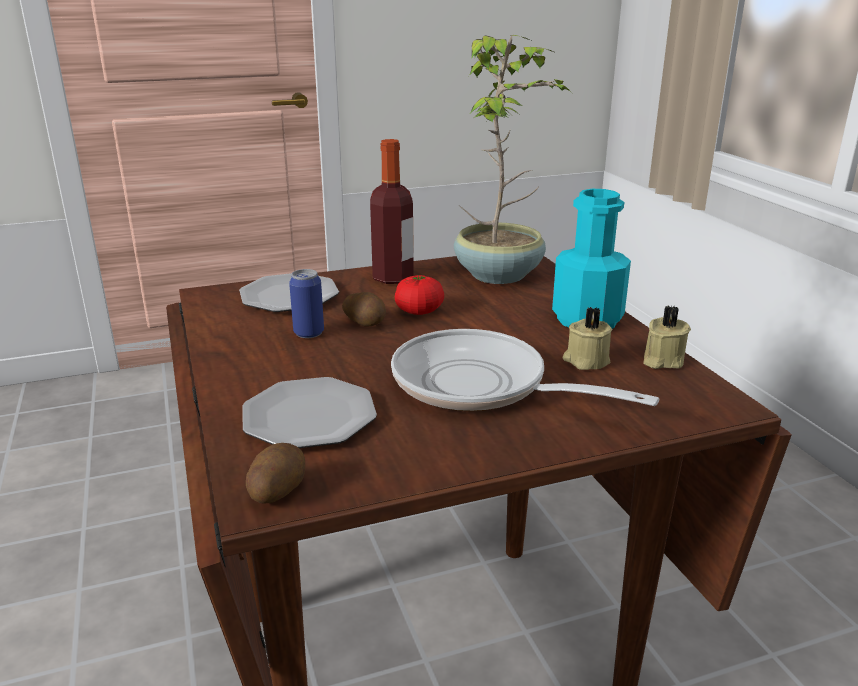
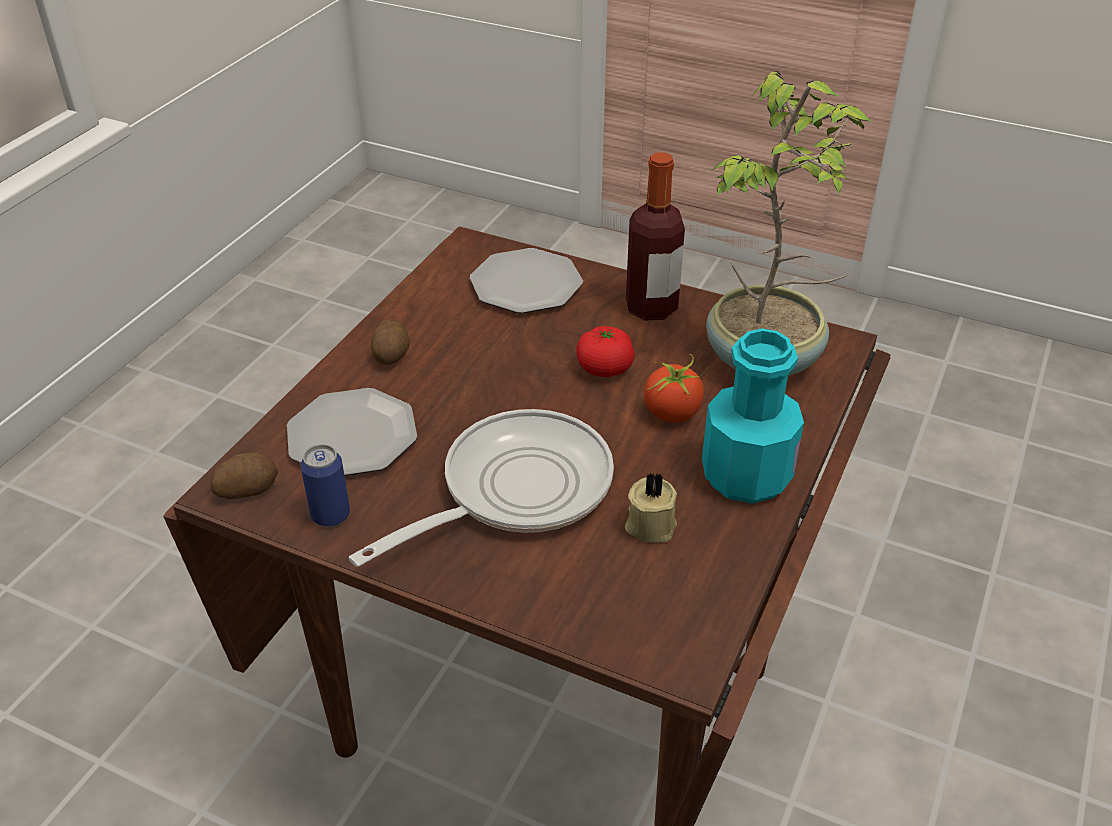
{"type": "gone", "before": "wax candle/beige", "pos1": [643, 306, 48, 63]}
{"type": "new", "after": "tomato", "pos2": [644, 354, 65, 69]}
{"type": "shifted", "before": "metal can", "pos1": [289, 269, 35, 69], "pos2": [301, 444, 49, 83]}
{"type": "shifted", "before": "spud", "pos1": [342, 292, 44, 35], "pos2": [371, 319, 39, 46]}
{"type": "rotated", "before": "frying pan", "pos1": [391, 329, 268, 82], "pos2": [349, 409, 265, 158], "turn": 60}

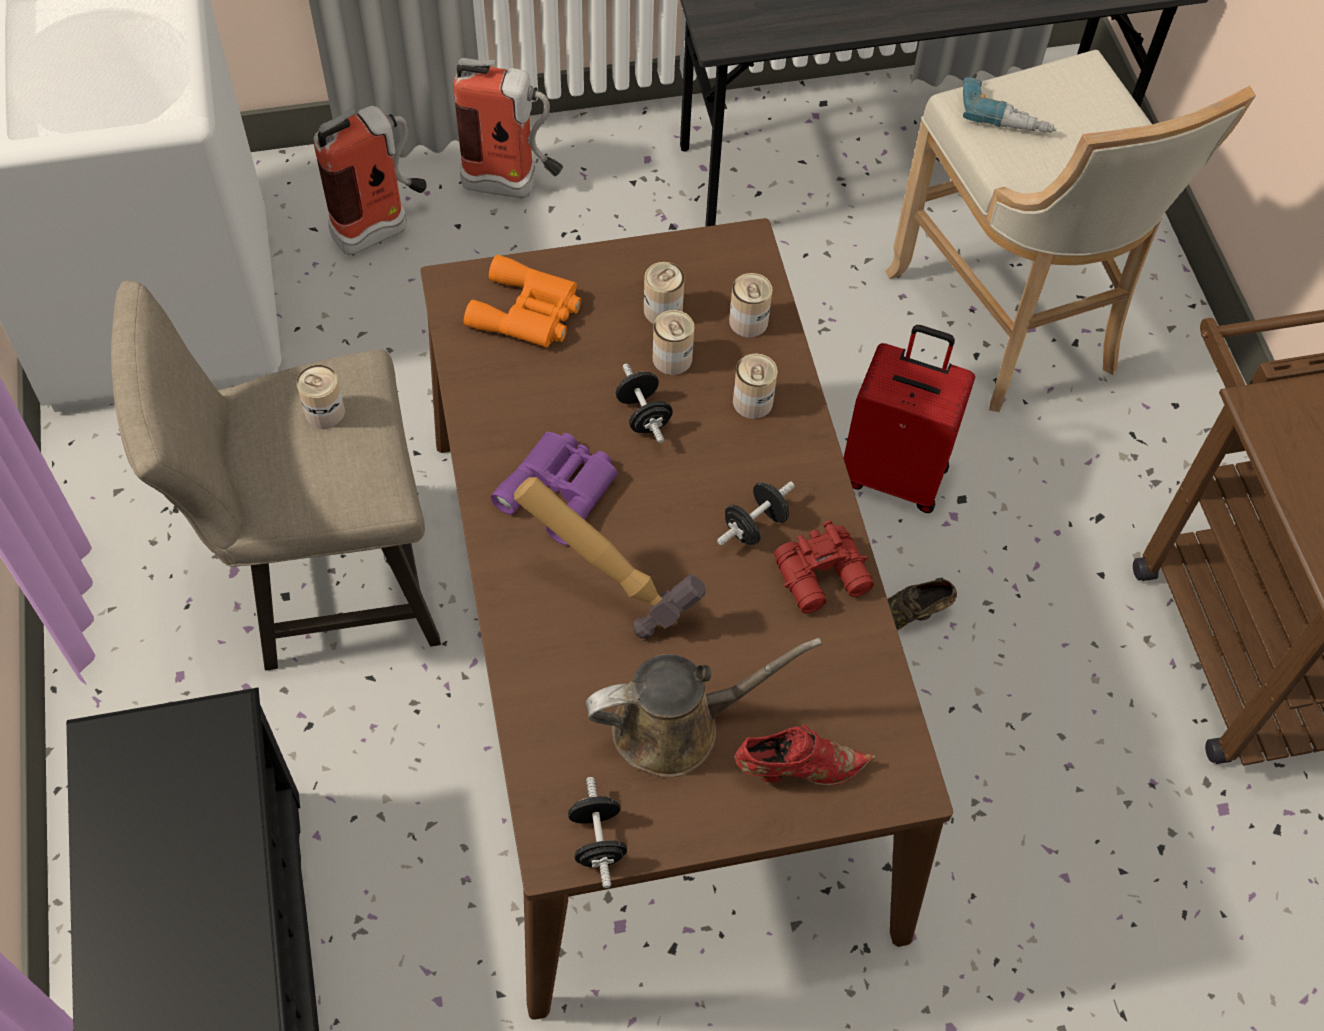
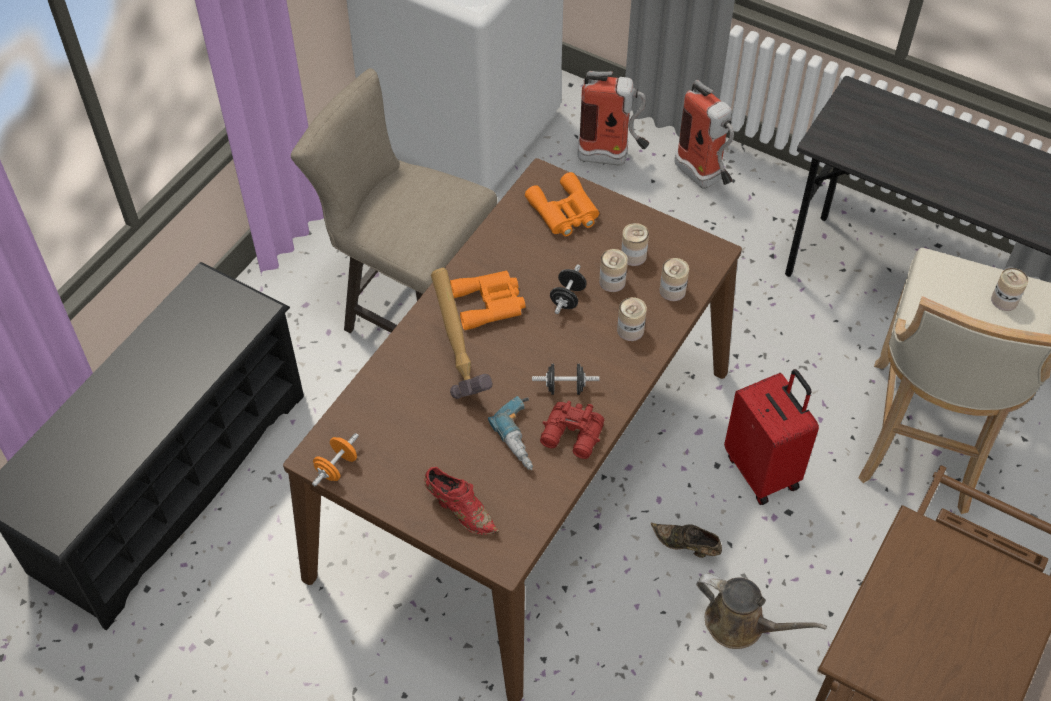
{"type": "shifted", "before": "metal can", "pos1": [297, 365, 48, 64], "pos2": [991, 268, 37, 43]}
{"type": "shifted", "before": "watering can/brown", "pos1": [586, 638, 236, 139], "pos2": [696, 574, 131, 75]}
{"type": "shifted", "before": "drill", "pos1": [963, 73, 93, 60], "pos2": [488, 396, 45, 74]}
{"type": "repainted", "before": "field glasses/purplish", "after": "field glasses/orange-coloured", "pos1": [490, 432, 128, 113], "pos2": [450, 270, 76, 60]}
{"type": "repainted", "before": "free weight/black-coloured", "after": "free weight/orange-coloured", "pos1": [568, 777, 59, 111], "pos2": [312, 433, 47, 53]}

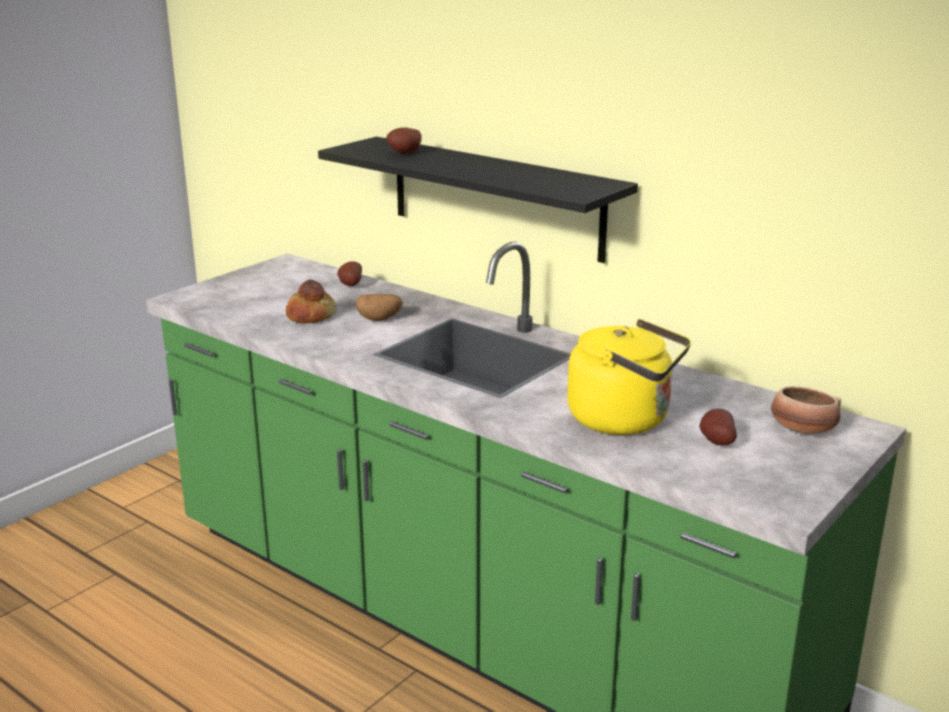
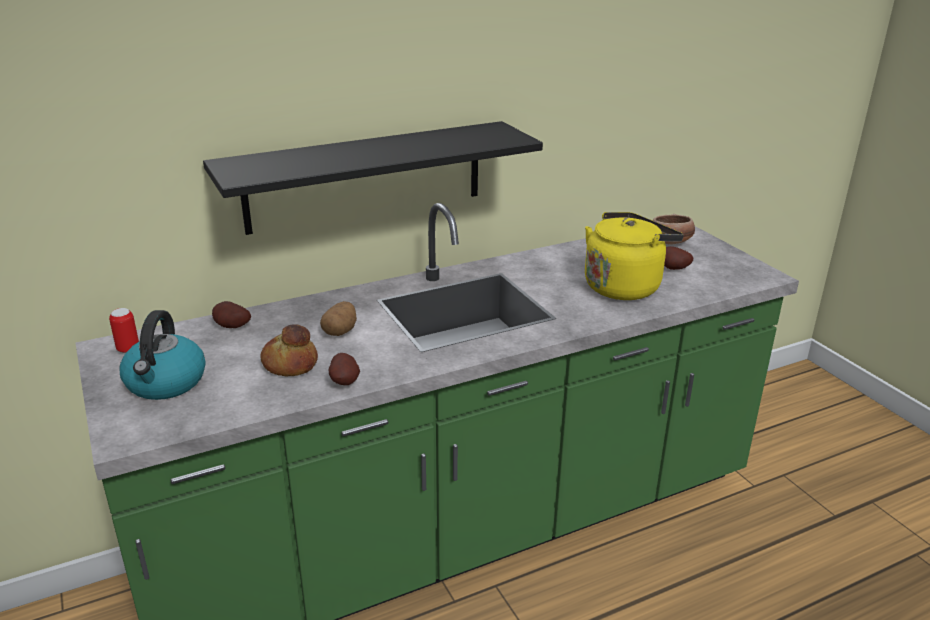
{"type": "new", "after": "metal can", "pos2": [109, 308, 30, 45]}
{"type": "new", "after": "water kettle", "pos2": [119, 310, 86, 90]}
{"type": "shifted", "before": "spud", "pos1": [386, 128, 36, 26], "pos2": [329, 353, 31, 32]}

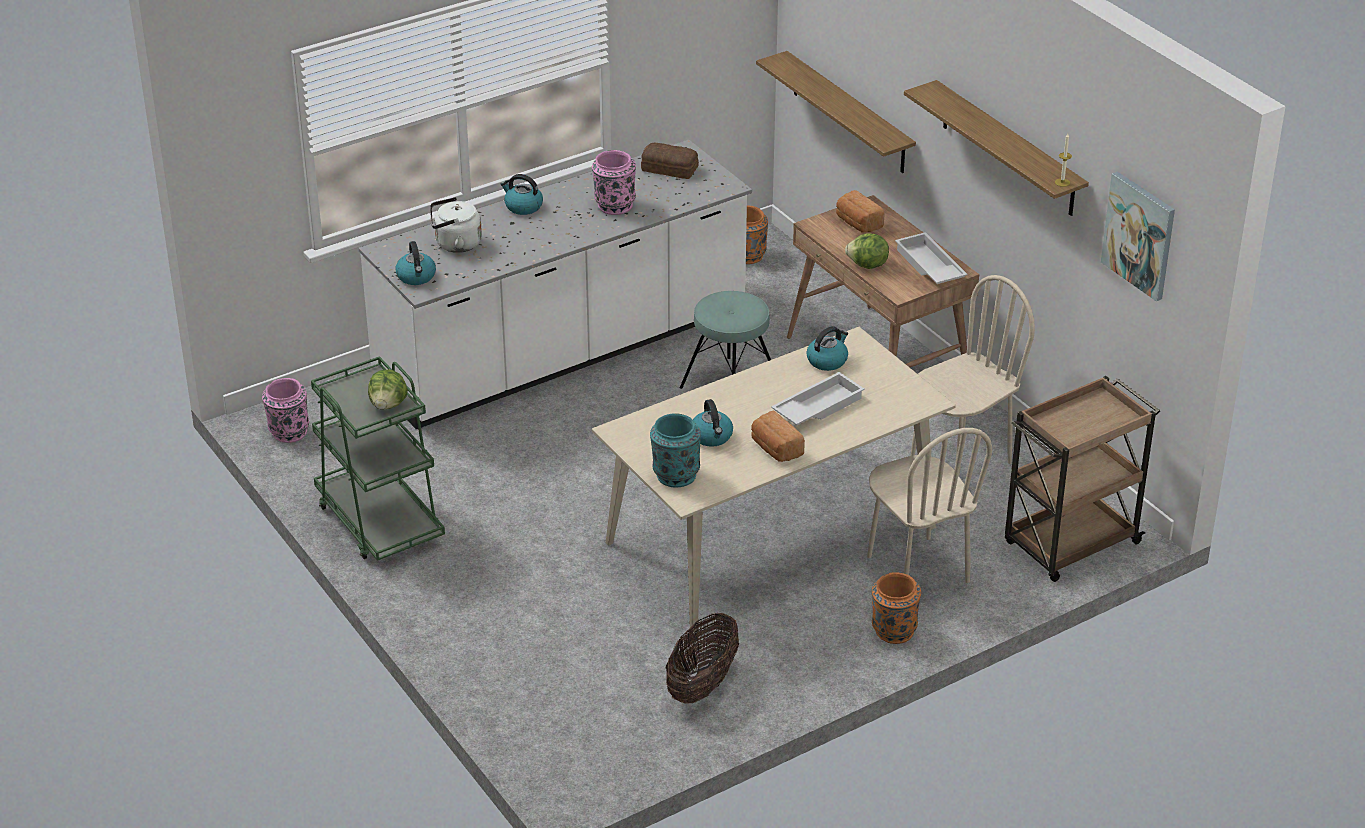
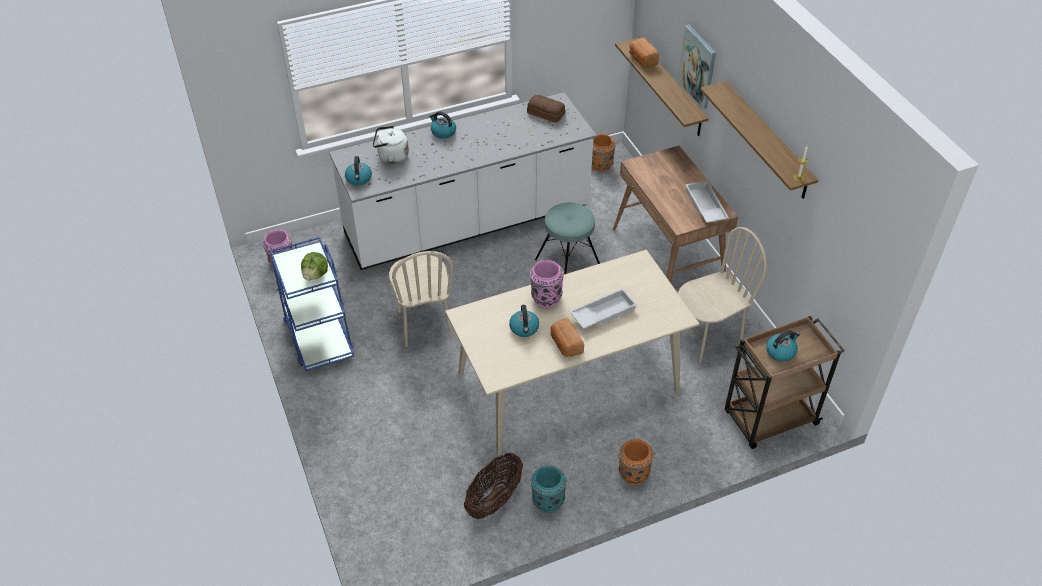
{"type": "gone", "before": "head of lettuce", "pos1": [845, 233, 44, 36]}
{"type": "shifted", "before": "flower vase/pink-coloured", "pos1": [592, 150, 44, 65], "pos2": [530, 260, 34, 48]}
{"type": "shifted", "before": "flower vase/turquoise", "pos1": [650, 413, 51, 74], "pos2": [531, 466, 35, 47]}
{"type": "shifted", "before": "water kettle", "pos1": [806, 326, 42, 45], "pos2": [766, 330, 34, 32]}
{"type": "shifted", "before": "bakery bread", "pos1": [836, 190, 49, 43], "pos2": [629, 38, 30, 29]}
{"type": "shifted", "before": "chair/beige", "pos1": [867, 428, 125, 155], "pos2": [389, 251, 65, 96]}
{"type": "shifted", "before": "wall art", "pos1": [1101, 172, 74, 129], "pos2": [678, 25, 38, 84]}
{"type": "repainted", "before": "trolley/greenish", "after": "trolley/bluish", "pos1": [311, 356, 134, 205], "pos2": [270, 237, 84, 134]}

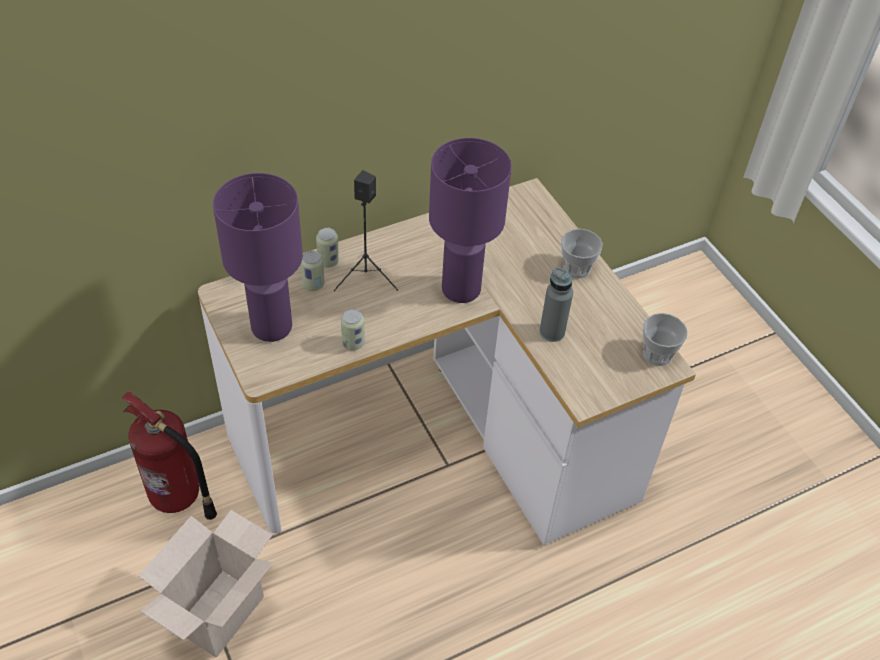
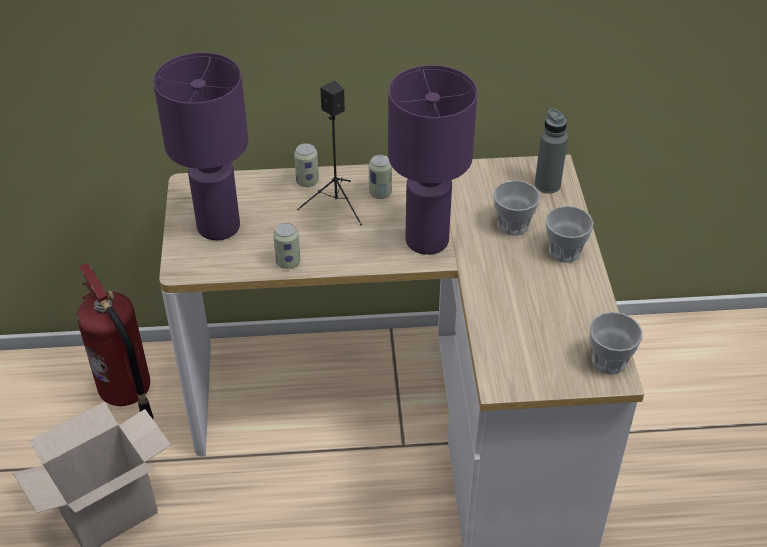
{"type": "new", "after": "cup", "pos2": [493, 180, 47, 56]}
{"type": "shifted", "before": "metal can", "pos1": [301, 251, 24, 40], "pos2": [369, 155, 23, 44]}
{"type": "shifted", "before": "bottle/grey", "pos1": [540, 267, 33, 75], "pos2": [535, 108, 33, 86]}

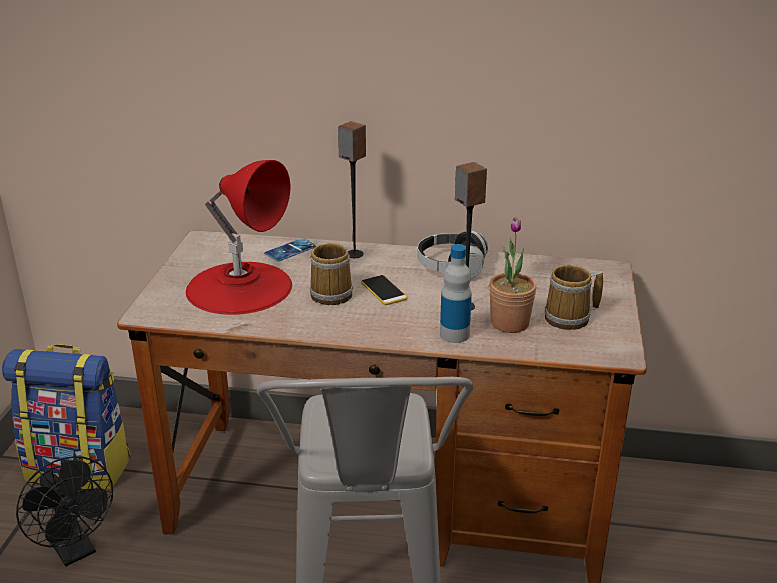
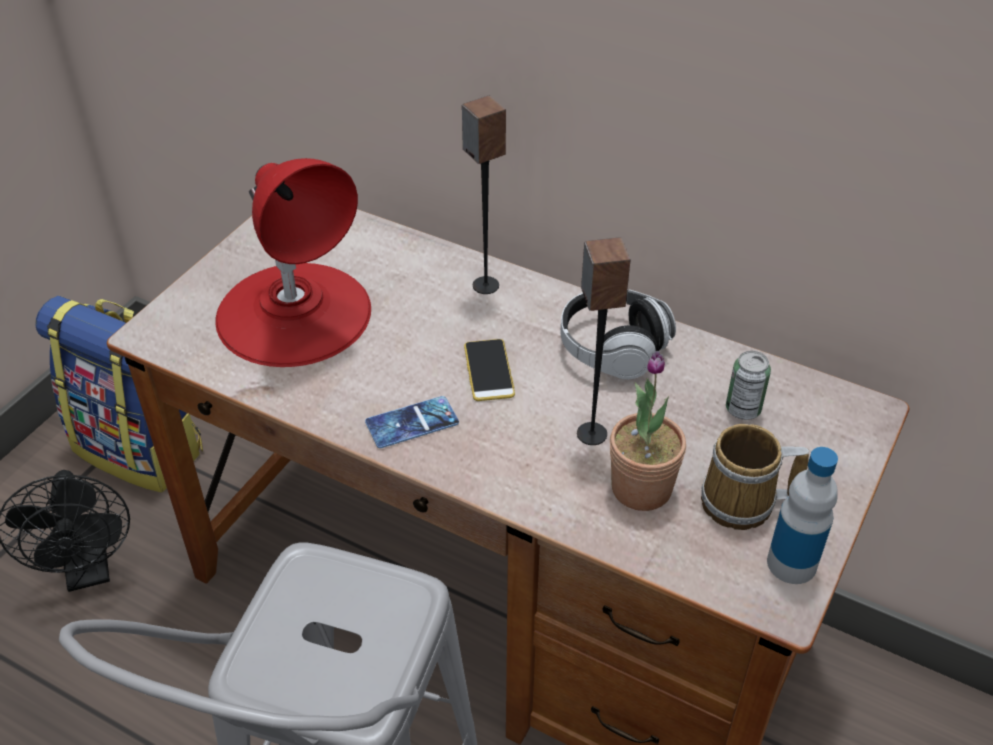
{"type": "gone", "before": "coffee mug", "pos1": [310, 242, 43, 63]}
{"type": "new", "after": "metal can", "pos2": [726, 351, 45, 69]}
{"type": "shifted", "before": "phone", "pos1": [264, 238, 50, 23], "pos2": [365, 396, 94, 52]}
{"type": "shifted", "before": "bottle", "pos1": [440, 244, 32, 99], "pos2": [767, 447, 71, 137]}

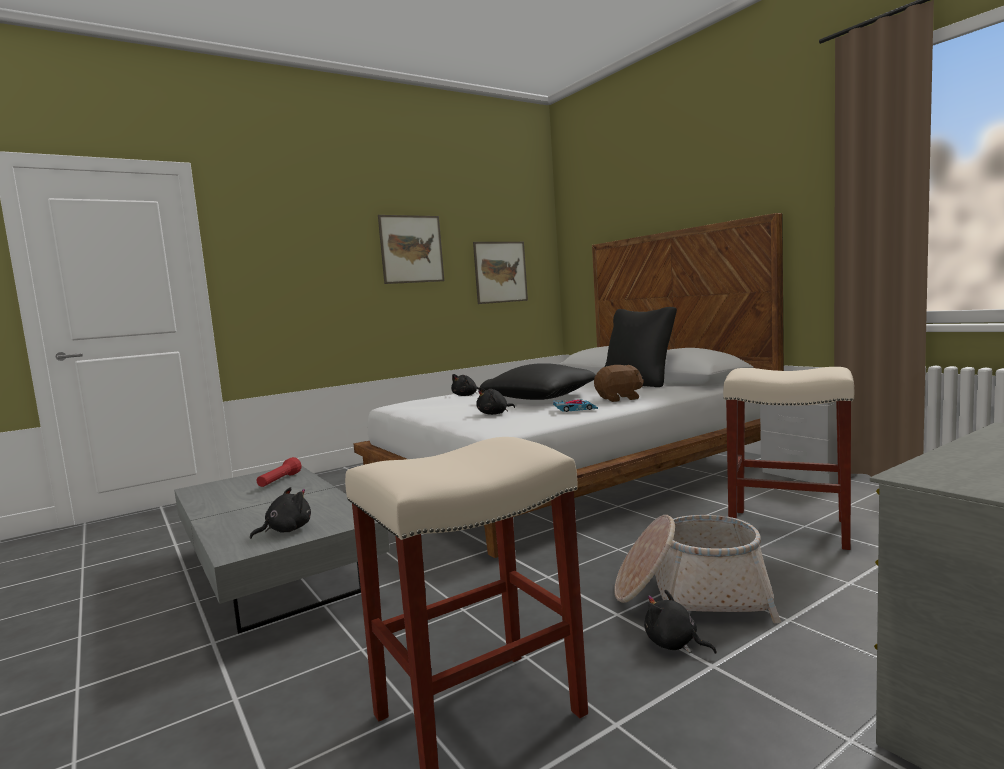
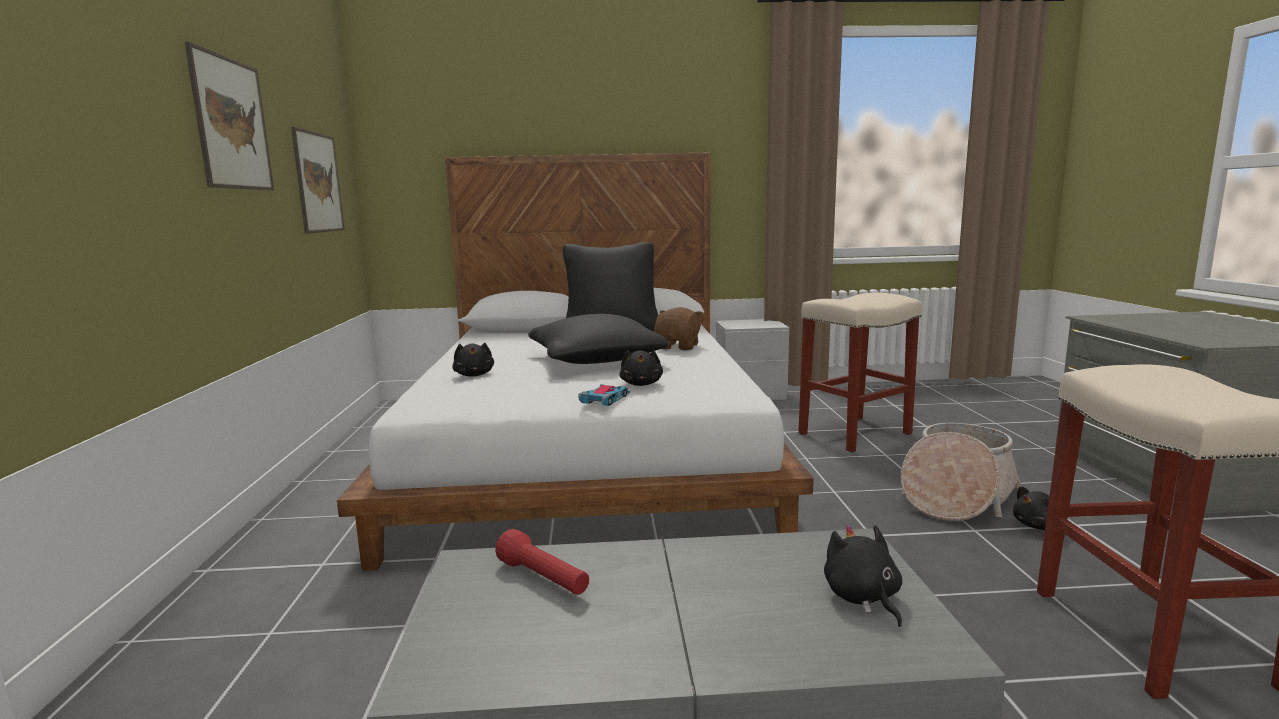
{"type": "shifted", "before": "model car", "pos1": [553, 399, 45, 13], "pos2": [578, 384, 52, 22]}

